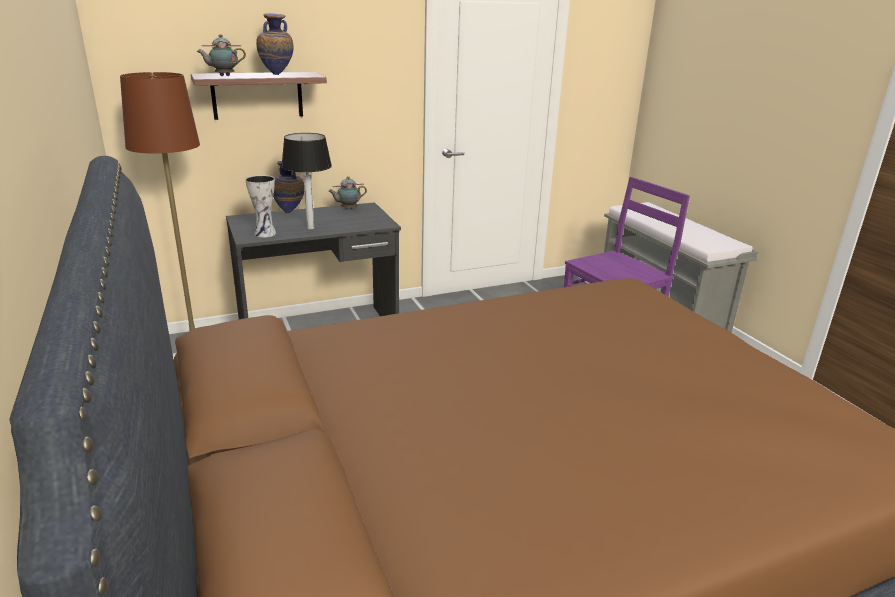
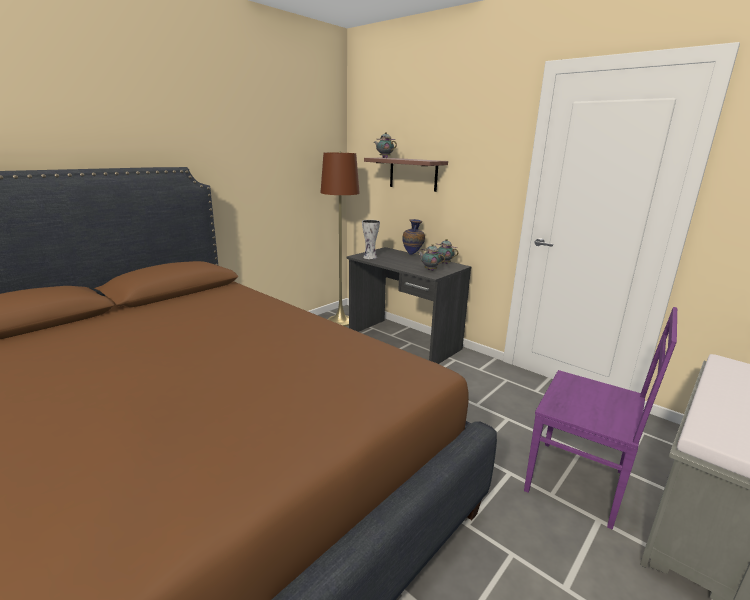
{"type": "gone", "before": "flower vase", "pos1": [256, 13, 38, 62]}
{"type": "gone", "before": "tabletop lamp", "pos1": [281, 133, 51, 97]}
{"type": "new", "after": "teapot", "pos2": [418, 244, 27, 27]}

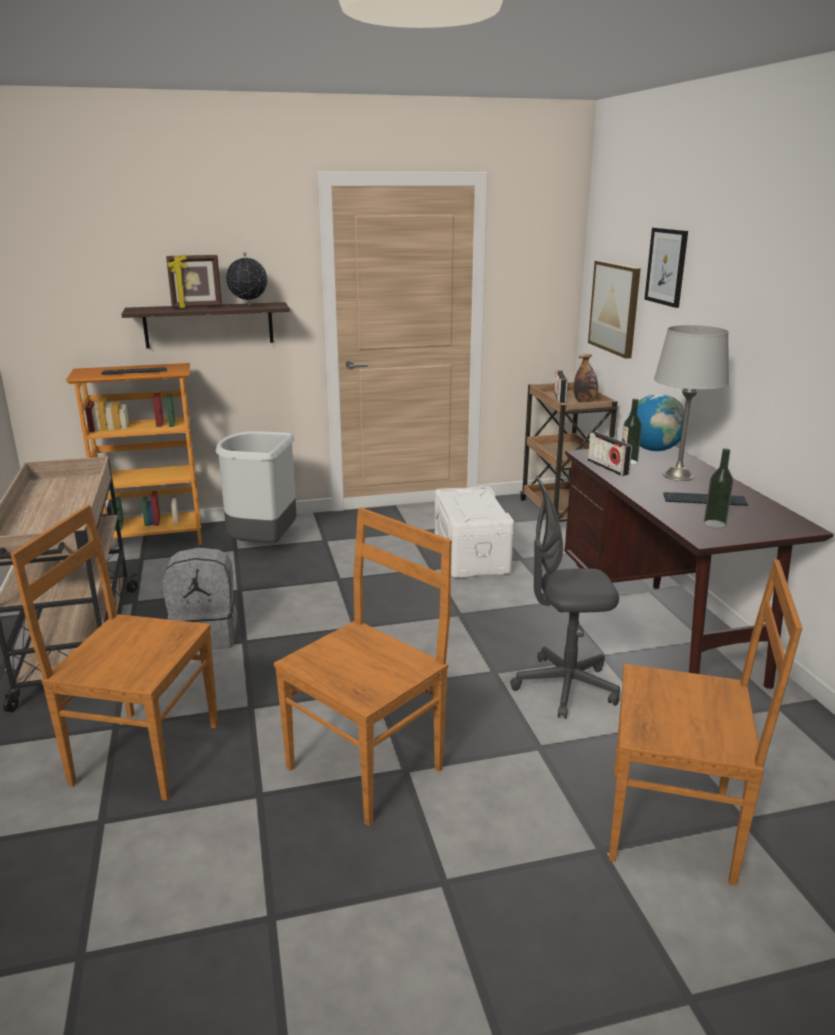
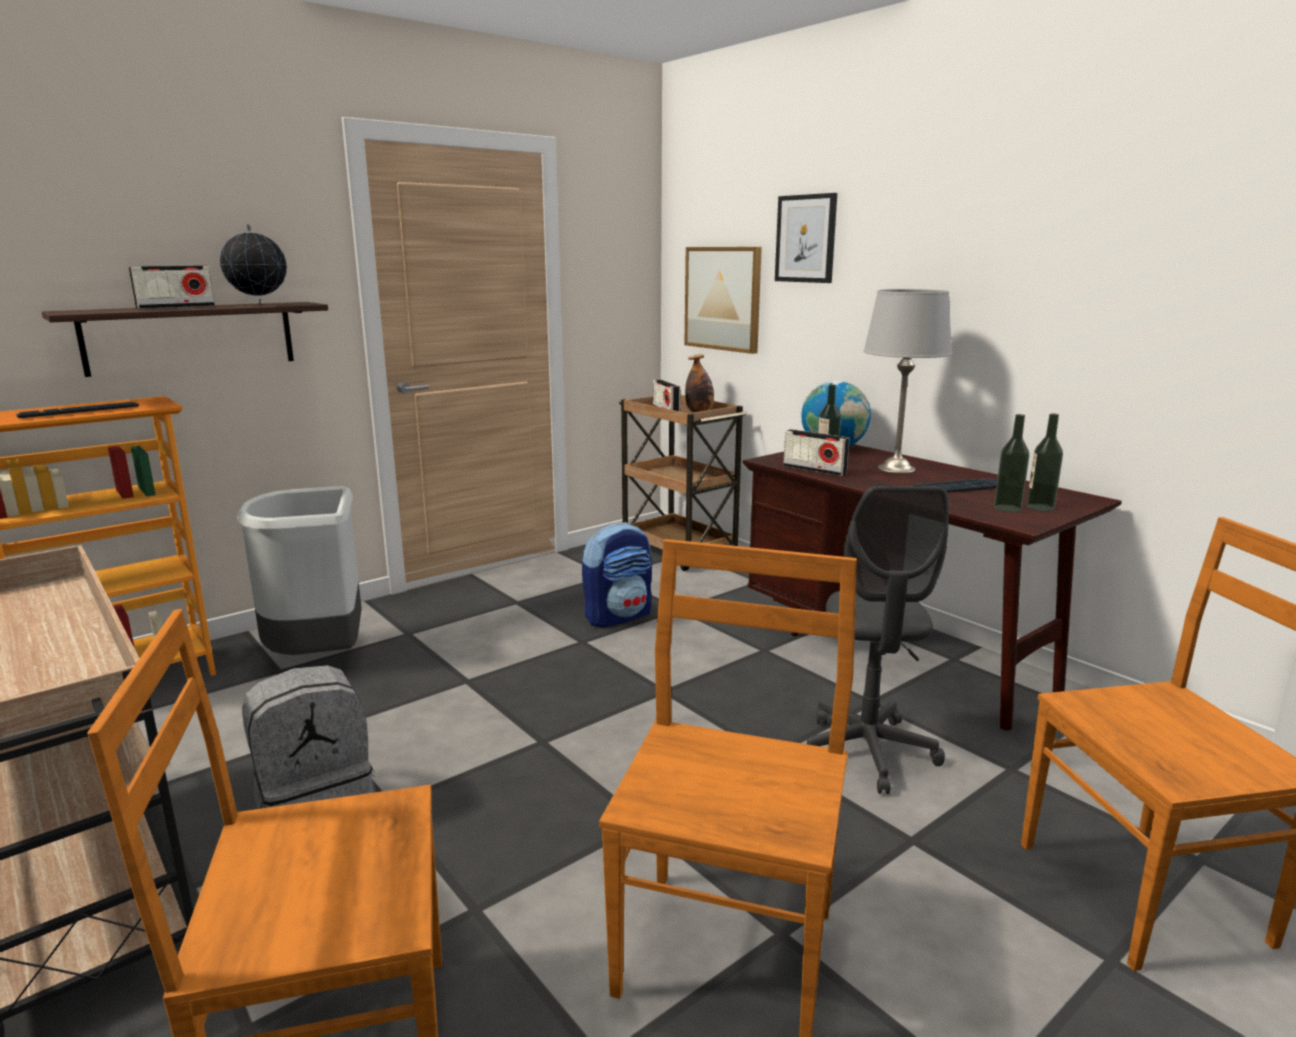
{"type": "new", "after": "bottle", "pos2": [1027, 413, 36, 98]}
{"type": "swapped", "before": "standing frame", "after": "radio", "pos1": [166, 254, 56, 54], "pos2": [129, 266, 86, 43]}
{"type": "swapped", "before": "storage box/white-coloured", "after": "backpack", "pos1": [435, 486, 79, 92], "pos2": [582, 522, 70, 105]}
{"type": "rotated", "before": "computer chair/grey", "pos1": [510, 476, 110, 243], "pos2": [807, 486, 142, 308], "turn": -60}

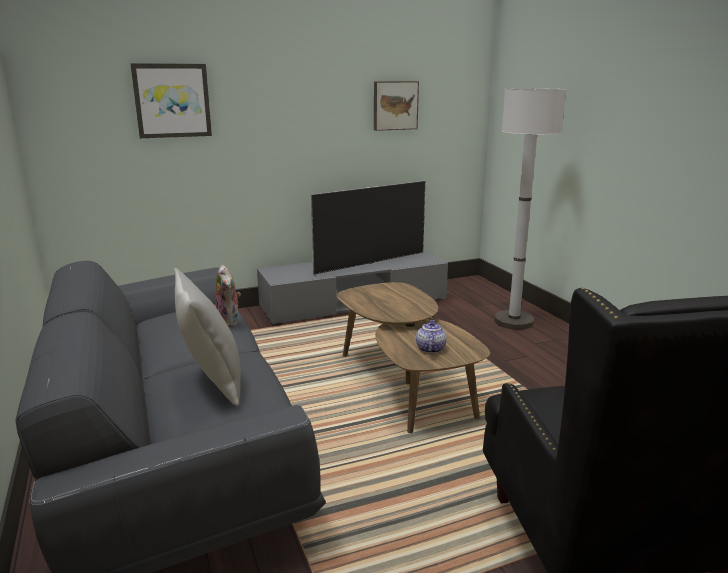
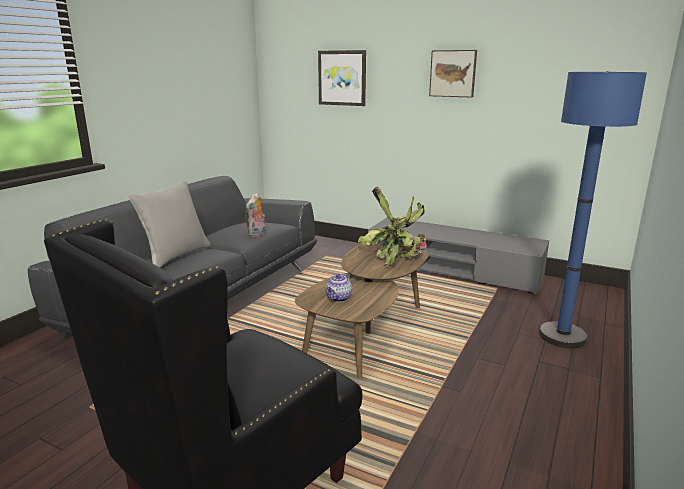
{"type": "gone", "before": "TV", "pos1": [310, 181, 116, 94]}
{"type": "new", "after": "houseplant", "pos2": [358, 187, 69, 79]}
{"type": "shifted", "before": "wall art", "pos1": [374, 81, 45, 50], "pos2": [429, 50, 48, 47]}
{"type": "repainted", "before": "standard lamp/white-coloured", "after": "standard lamp/bluish", "pos1": [494, 88, 72, 242], "pos2": [539, 71, 108, 277]}
{"type": "rotated", "before": "teapot", "pos1": [416, 320, 31, 33], "pos2": [325, 273, 27, 29], "turn": 150}

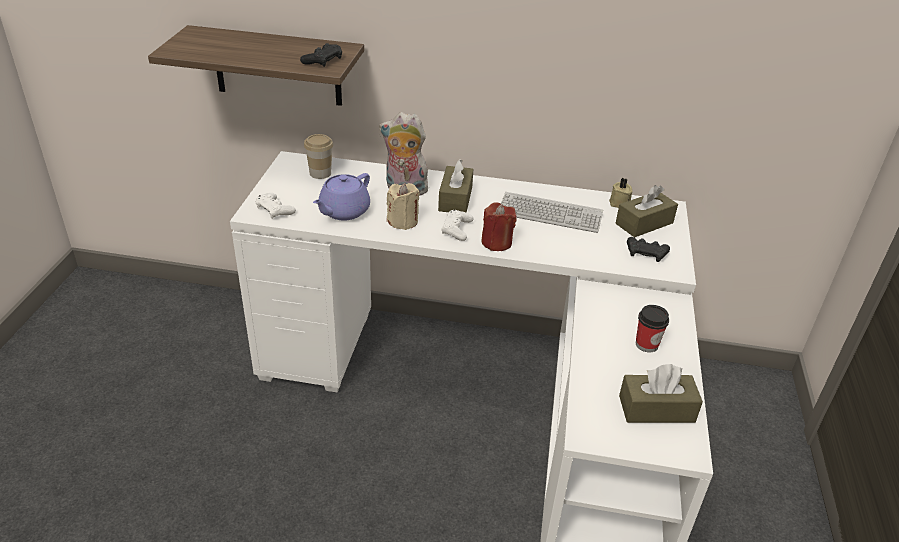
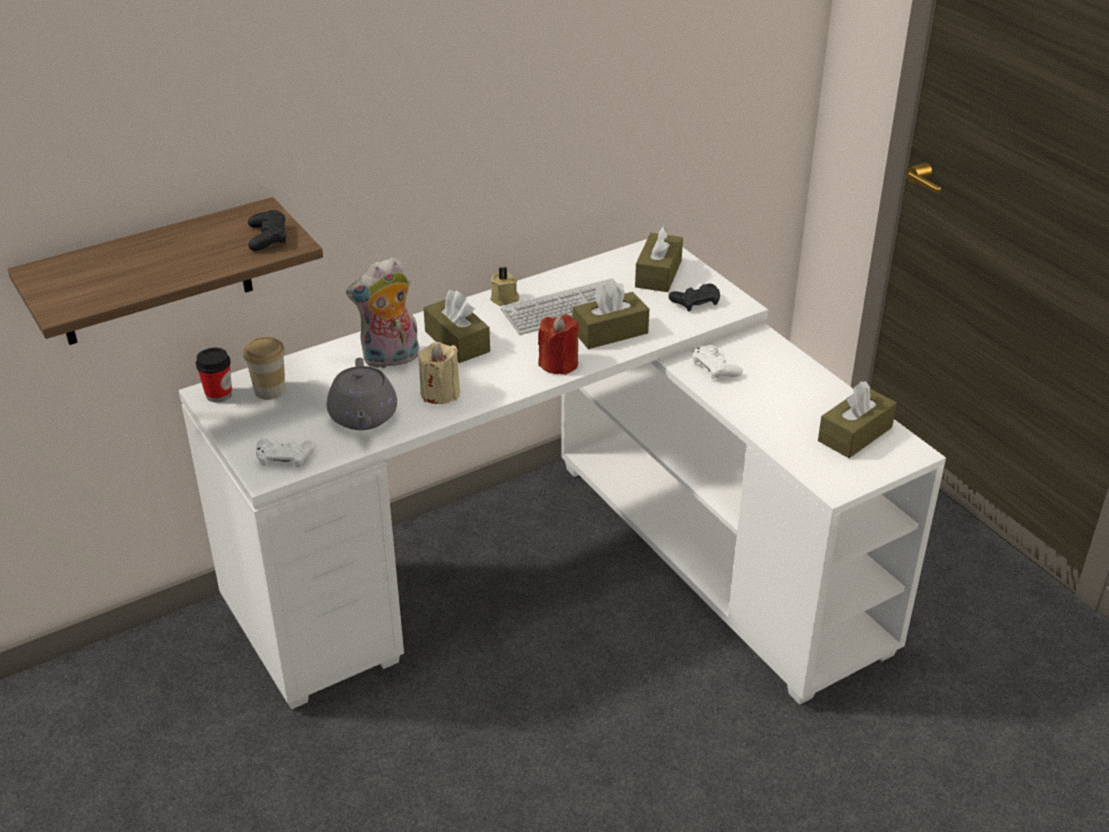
{"type": "new", "after": "box of tissues/brown", "pos2": [573, 281, 76, 68]}
{"type": "shifted", "before": "game controller/white-coloured", "pos1": [441, 210, 32, 31], "pos2": [693, 345, 50, 35]}
{"type": "shifted", "before": "wax candle/beige", "pos1": [609, 178, 24, 30], "pos2": [490, 267, 30, 39]}
{"type": "shifted", "before": "cup", "pos1": [636, 305, 33, 47], "pos2": [196, 348, 36, 54]}
{"type": "repainted", "before": "teapot/purplish", "after": "teapot/grey", "pos1": [313, 173, 57, 47], "pos2": [327, 358, 70, 72]}

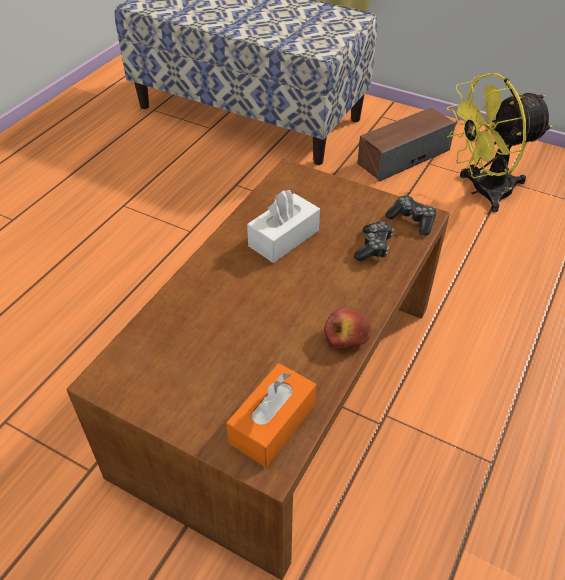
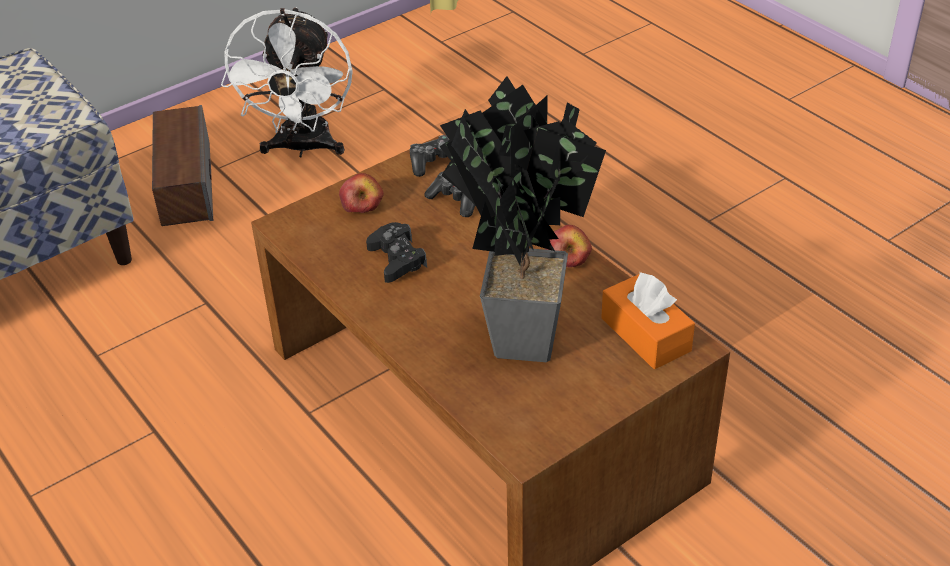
{"type": "new", "after": "apple", "pos2": [339, 173, 45, 40]}
{"type": "new", "after": "houseplant", "pos2": [440, 76, 166, 286]}
{"type": "swapped", "before": "box of tissues/white-coloured", "after": "game controller/black-coloured", "pos1": [247, 190, 73, 73], "pos2": [366, 222, 61, 61]}
{"type": "repainted", "before": "electric fan/yellowish", "after": "electric fan/white-coloured", "pos1": [447, 73, 106, 139], "pos2": [221, 7, 132, 151]}

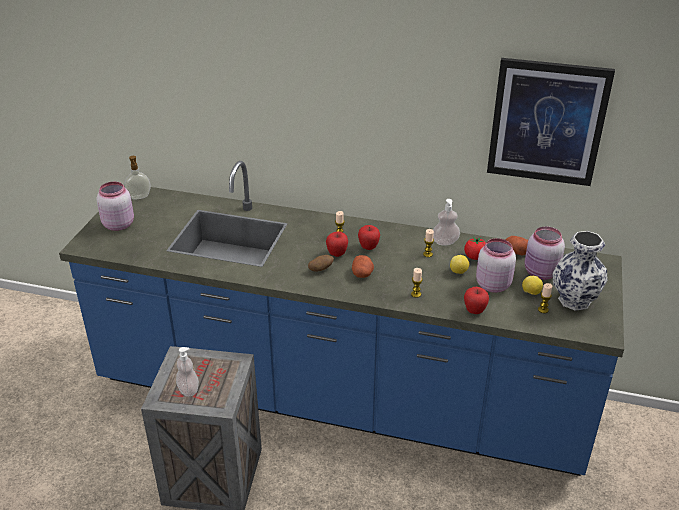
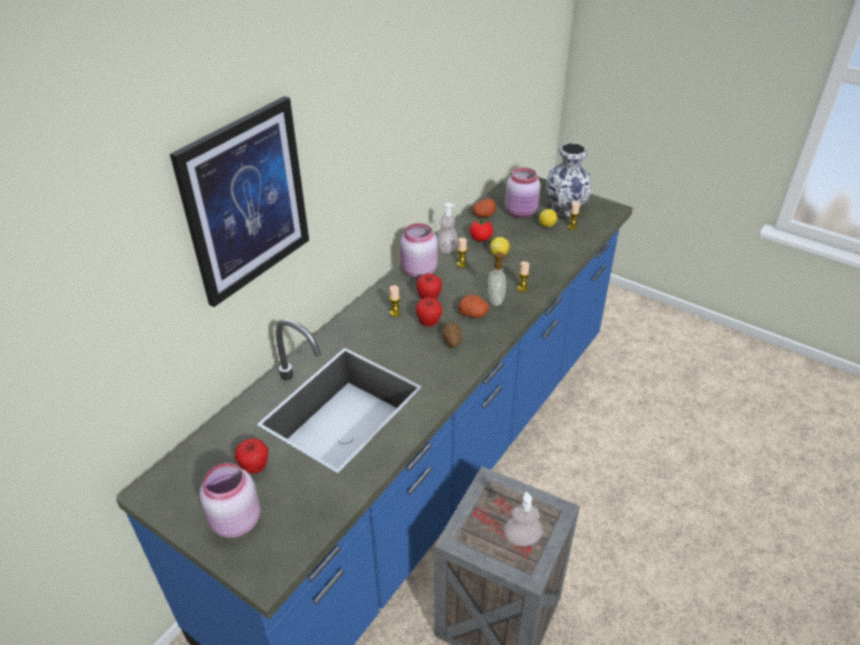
{"type": "shifted", "before": "liquid soap bottle", "pos1": [125, 156, 25, 44], "pos2": [488, 252, 22, 54]}
{"type": "shifted", "before": "apple", "pos1": [464, 287, 25, 27], "pos2": [235, 438, 33, 36]}
{"type": "shifted", "before": "storage jar/pink-coloured", "pos1": [476, 238, 40, 55], "pos2": [400, 223, 38, 55]}
{"type": "shifted", "before": "wall art", "pos1": [487, 58, 128, 128], "pos2": [170, 96, 139, 211]}

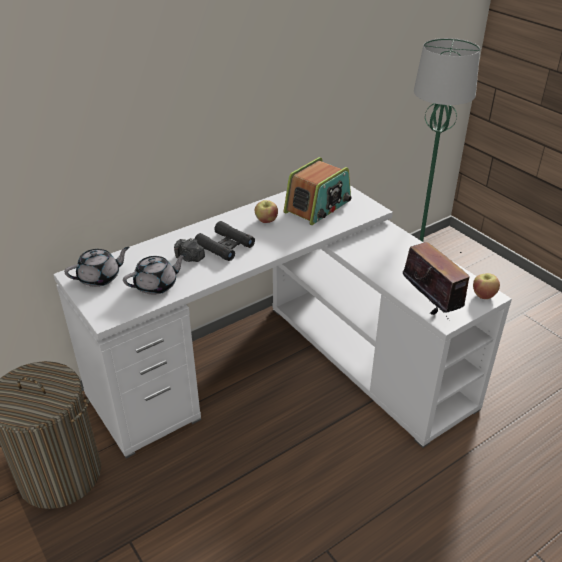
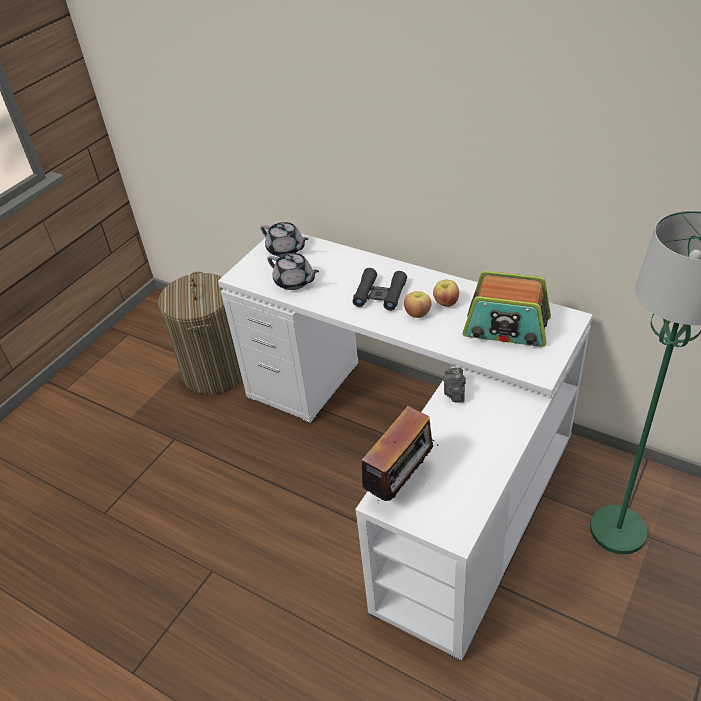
{"type": "shifted", "before": "still camera", "pos1": [174, 238, 31, 24], "pos2": [443, 367, 23, 36]}
{"type": "shifted", "before": "apple", "pos1": [473, 273, 27, 26], "pos2": [404, 291, 28, 27]}

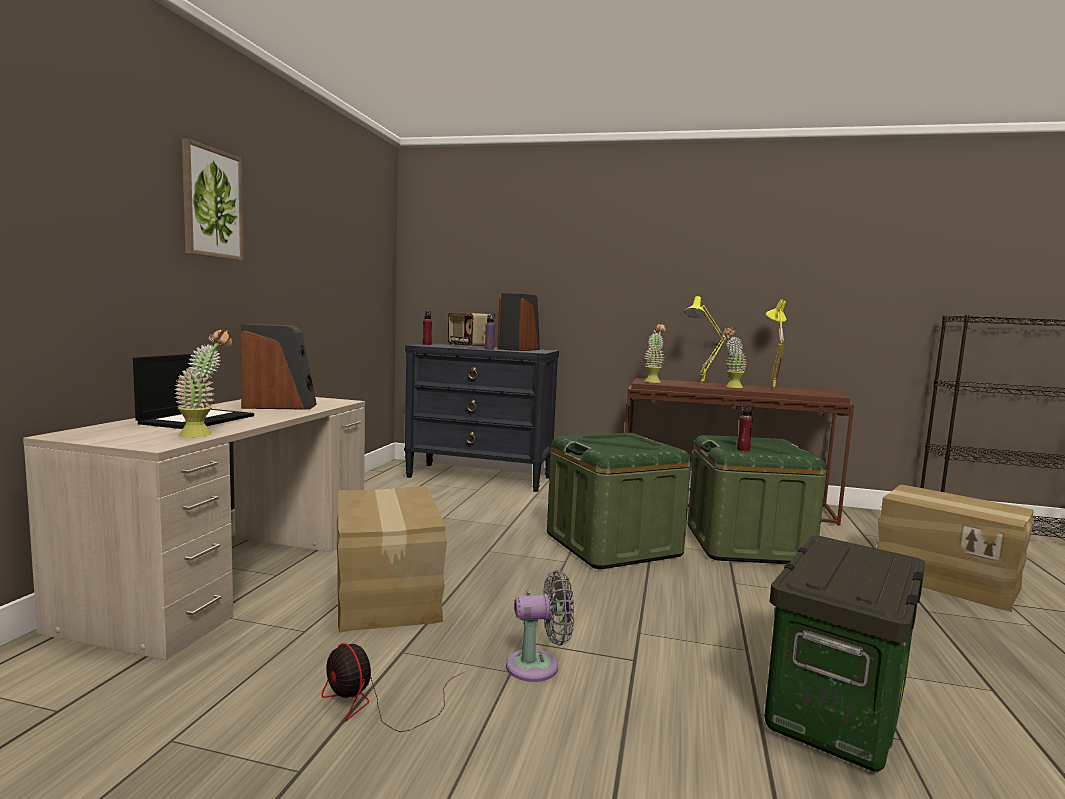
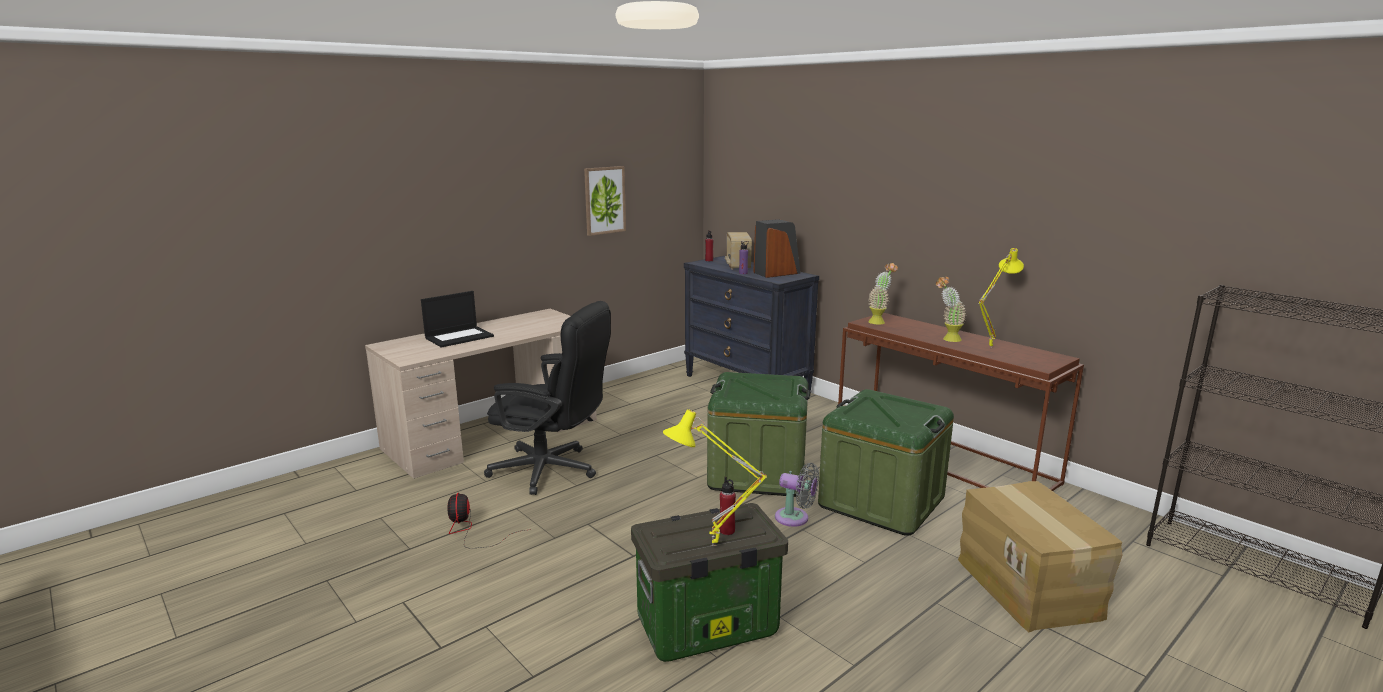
{"type": "gone", "before": "houseplant", "pos1": [174, 329, 58, 109]}
{"type": "gone", "before": "audio speaker", "pos1": [240, 324, 77, 86]}
{"type": "shifted", "before": "wall art", "pos1": [182, 138, 62, 123], "pos2": [584, 166, 42, 70]}
{"type": "shifted", "before": "electric fan/grey", "pos1": [506, 570, 68, 112], "pos2": [775, 463, 44, 64]}
{"type": "shifted", "before": "tabletop lamp/yellowish", "pos1": [685, 296, 41, 88], "pos2": [663, 409, 104, 137]}
{"type": "shifted", "before": "bottle/red-coloured", "pos1": [737, 405, 17, 46], "pos2": [719, 477, 17, 58]}
{"type": "swapped", "before": "cardboard box", "after": "computer chair/black-coloured", "pos1": [337, 486, 110, 147], "pos2": [484, 301, 127, 194]}

